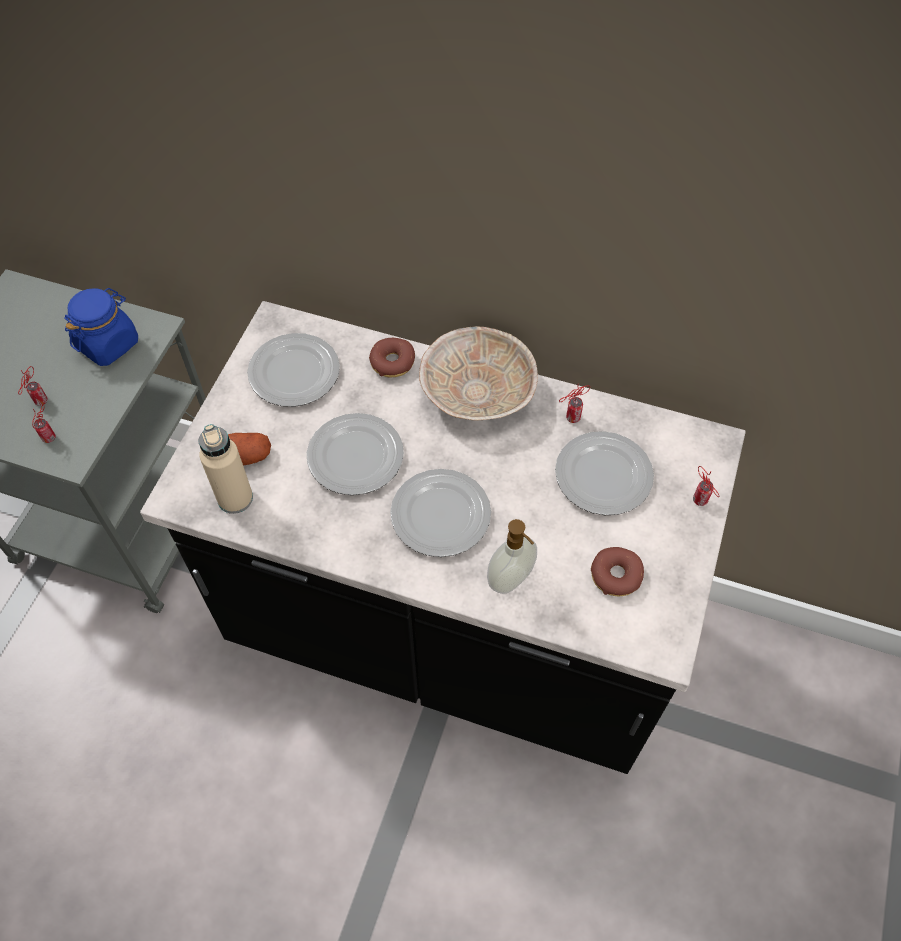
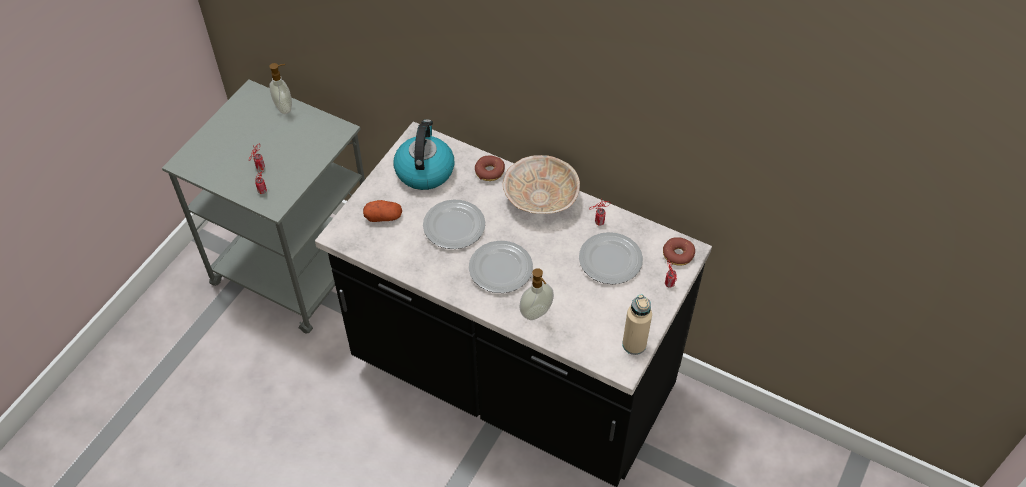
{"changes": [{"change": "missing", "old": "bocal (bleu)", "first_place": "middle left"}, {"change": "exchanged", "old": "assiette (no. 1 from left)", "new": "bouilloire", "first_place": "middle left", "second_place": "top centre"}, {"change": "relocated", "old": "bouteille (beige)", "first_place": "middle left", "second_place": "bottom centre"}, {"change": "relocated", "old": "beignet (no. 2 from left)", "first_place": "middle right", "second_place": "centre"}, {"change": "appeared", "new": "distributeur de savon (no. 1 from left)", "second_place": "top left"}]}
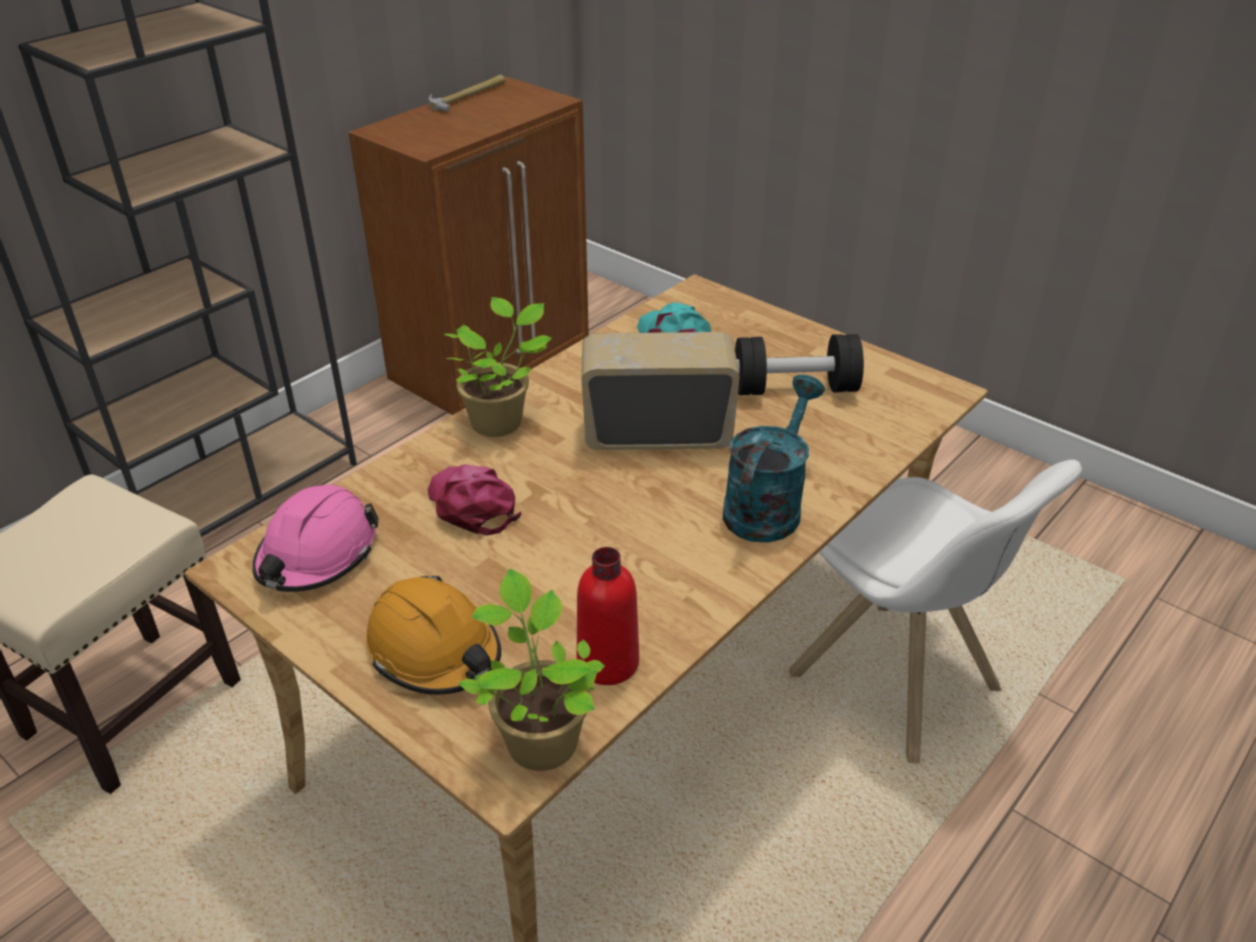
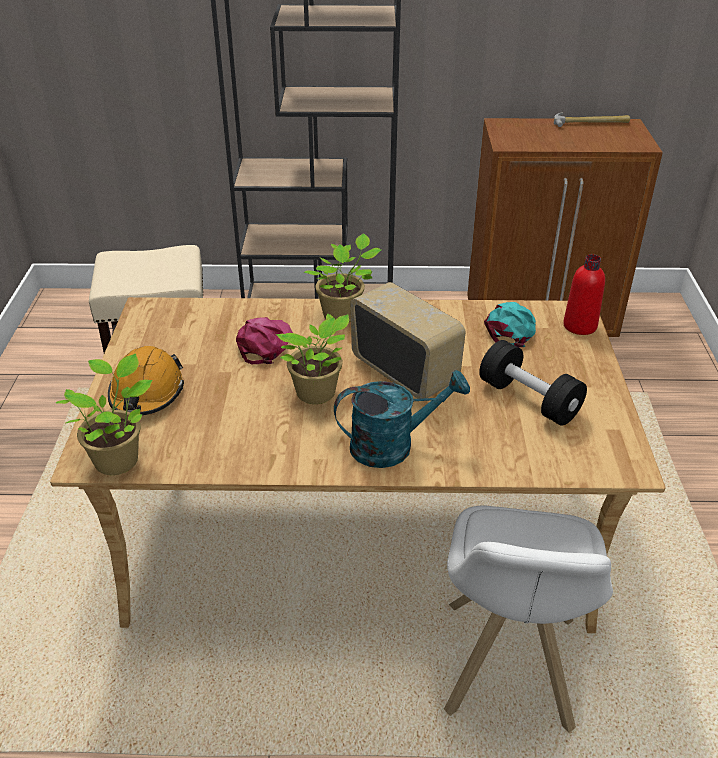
{"changes": [{"change": "missing", "old": "casque de chantier (rose)", "first_place": "middle left"}, {"change": "relocated", "old": "bouteille (rouge)", "first_place": "centre", "second_place": "middle right"}, {"change": "appeared", "new": "plante en pot (no. 2 from left)", "second_place": "centre"}]}
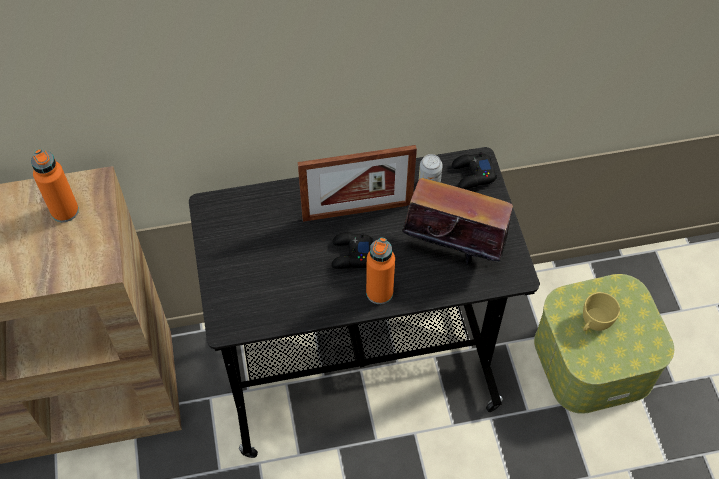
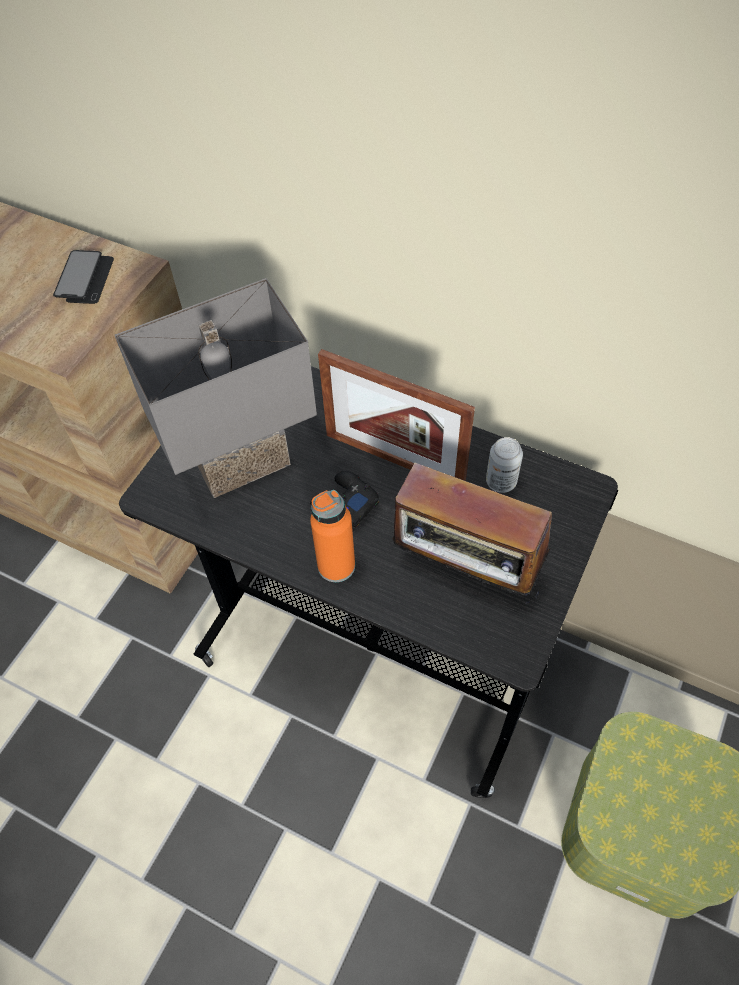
{"changes": [{"change": "exchanged", "old": "bouteille (orange) (no. 1 from left)", "new": "téléphone", "first_place": "middle left", "second_place": "top left"}, {"change": "missing", "old": "manette (noir) (no. 2 from left)", "first_place": "centre"}, {"change": "spun", "old": "radio", "first_place": "centre", "second_place": "centre", "degrees": 150}, {"change": "missing", "old": "tasse (jaune)", "first_place": "middle right"}, {"change": "appeared", "new": "lampe de table (gris)", "second_place": "middle left"}]}
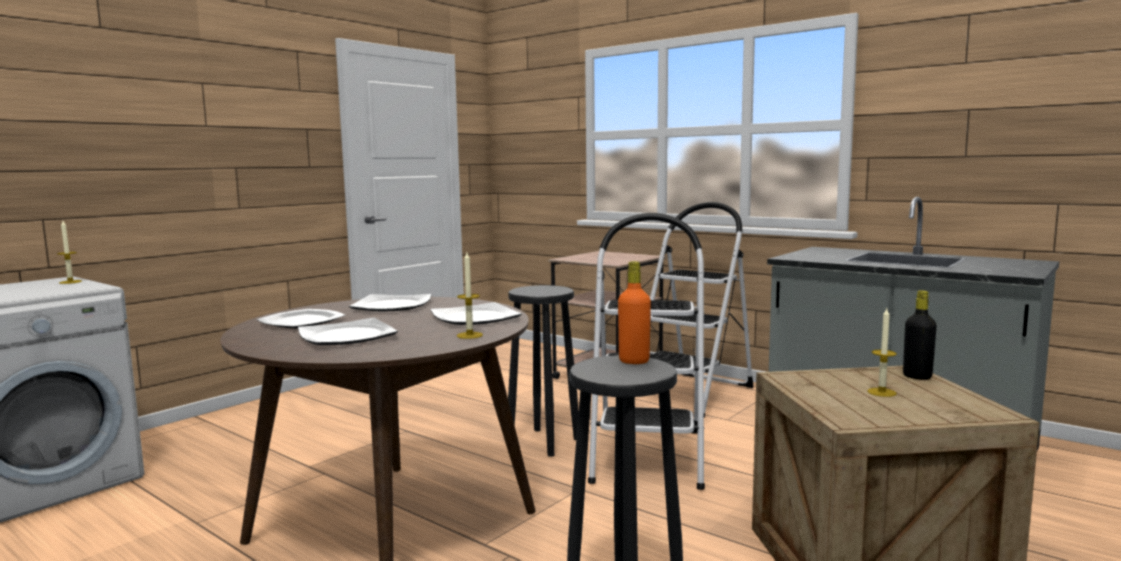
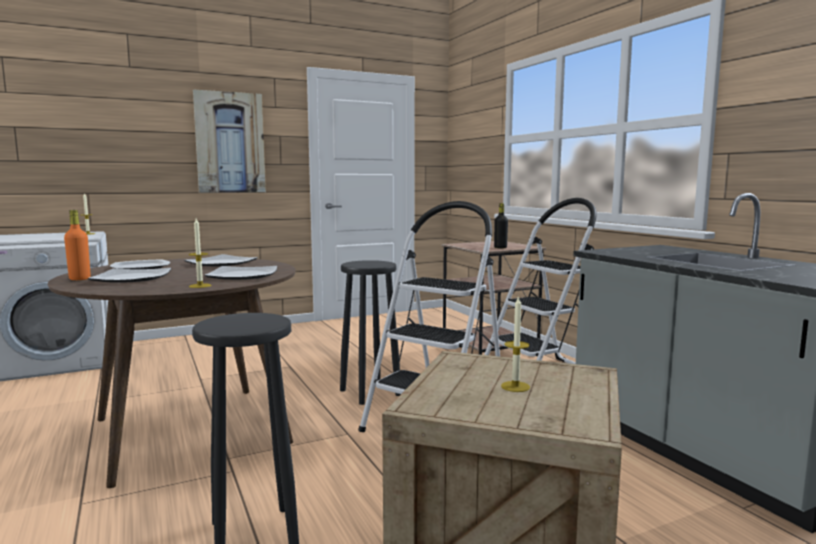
{"changes": [{"change": "relocated", "old": "bouteille (orange)", "first_place": "centre", "second_place": "middle left"}, {"change": "relocated", "old": "bouteille (noir)", "first_place": "middle right", "second_place": "centre"}, {"change": "appeared", "new": "tableau", "second_place": "top left"}]}
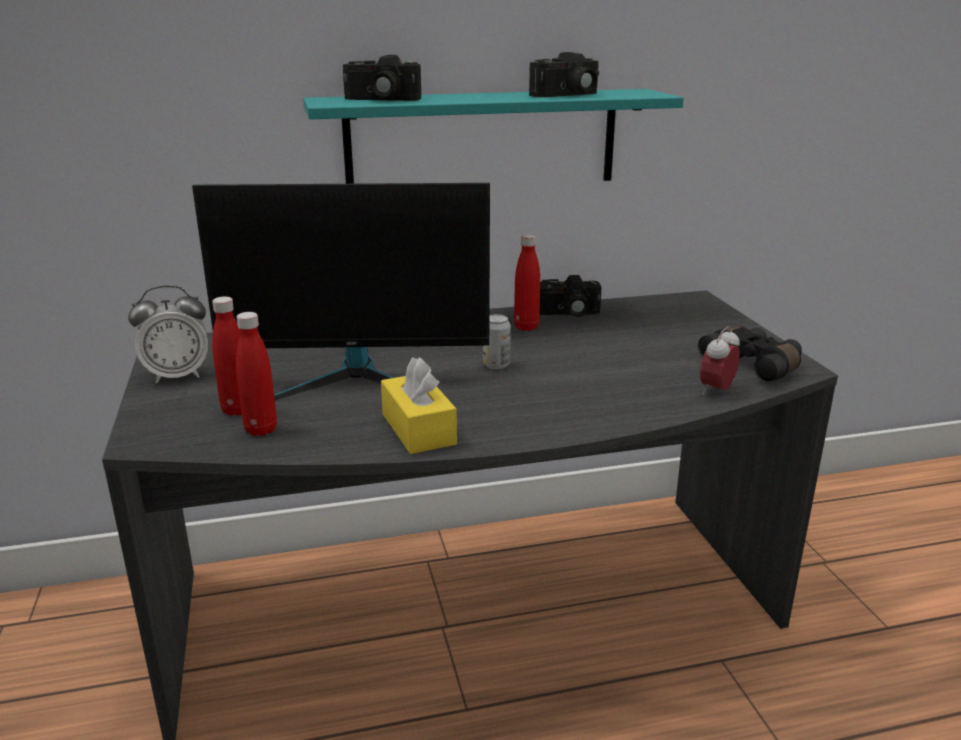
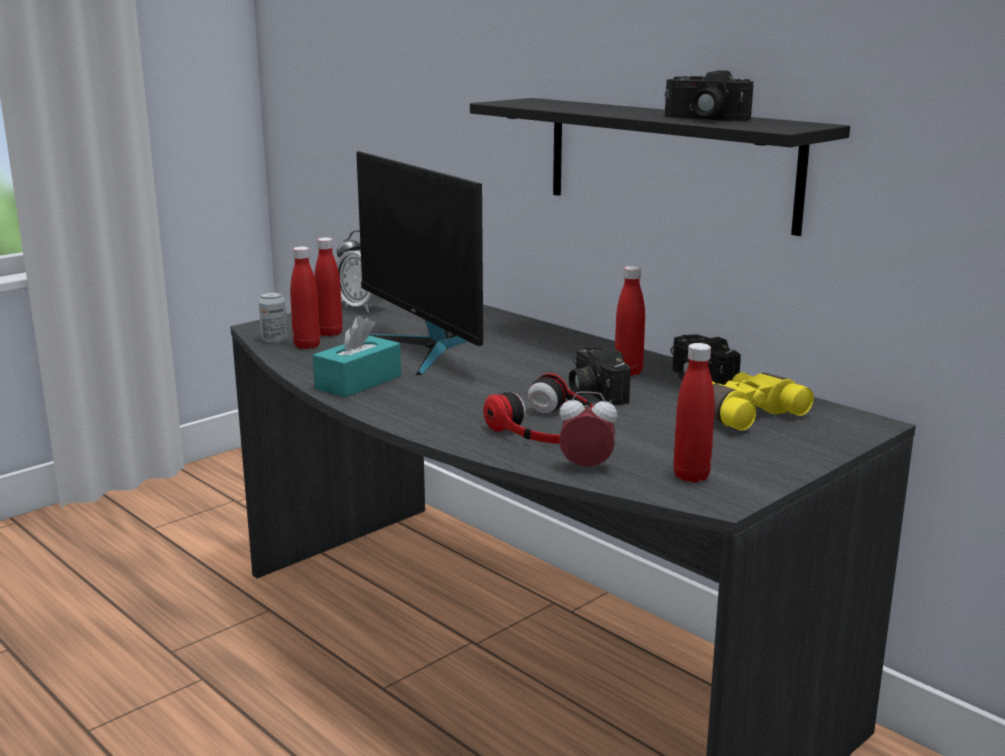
{"changes": [{"change": "relocated", "old": "appareil photo (no. 1 from left)", "first_place": "top centre", "second_place": "centre"}, {"change": "colour", "old": "étagère (turquoise)", "new": "étagère (noir)", "first_place": "top centre", "second_place": "top centre"}, {"change": "relocated", "old": "boîte métallique", "first_place": "centre", "second_place": "middle left"}, {"change": "exchanged", "old": "jumelles (noir)", "new": "bouteille (rouge) (no. 4 from left)", "first_place": "middle right", "second_place": "middle right"}, {"change": "colour", "old": "boîte à mouchoirs (jaune)", "new": "boîte à mouchoirs (turquoise)", "first_place": "centre", "second_place": "centre"}, {"change": "appeared", "new": "jumelles (jaune)", "second_place": "middle right"}, {"change": "appeared", "new": "casque audio", "second_place": "centre"}]}
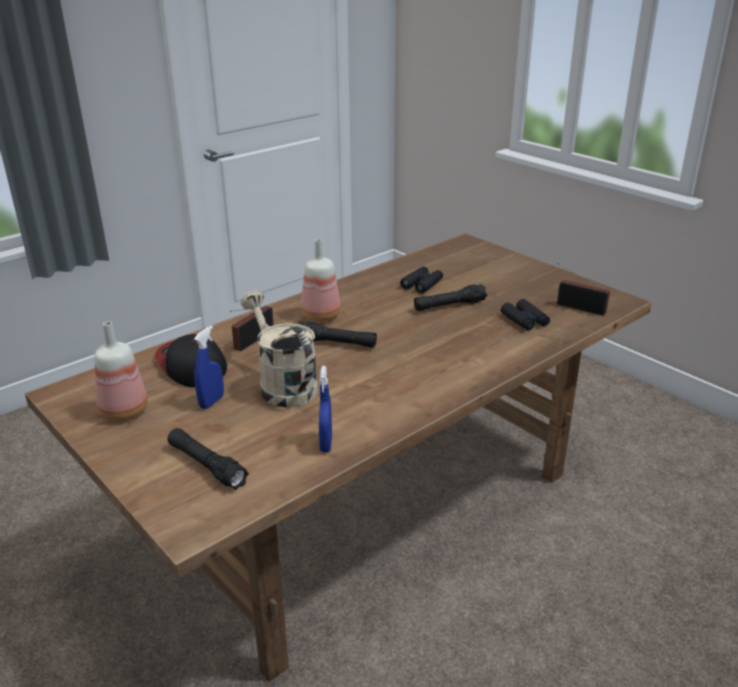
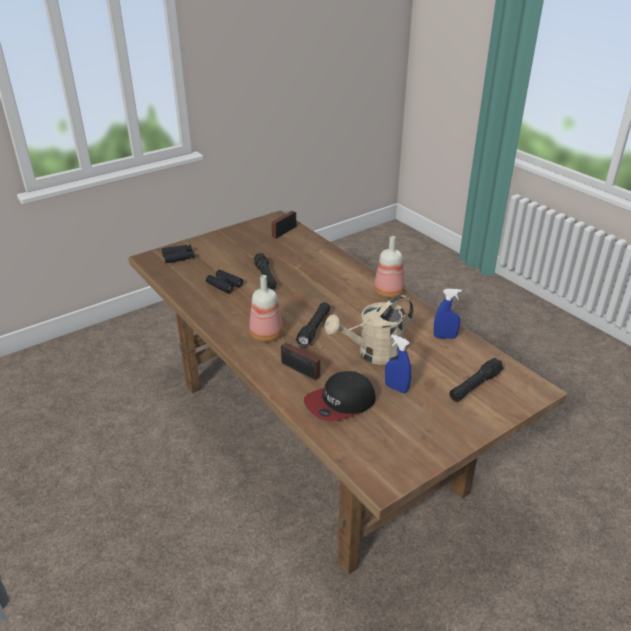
{"changes": [{"change": "relocated", "old": "jumelles (noir) (no. 2 from left in the first image)", "new": "jumelles (noir) (no. 1 from left)", "first_place": "middle right", "second_place": "middle left"}, {"change": "relocated", "old": "bouteille (no. 1 from left in the first image)", "new": "bouteille (no. 2 from left)", "first_place": "middle left", "second_place": "centre"}]}
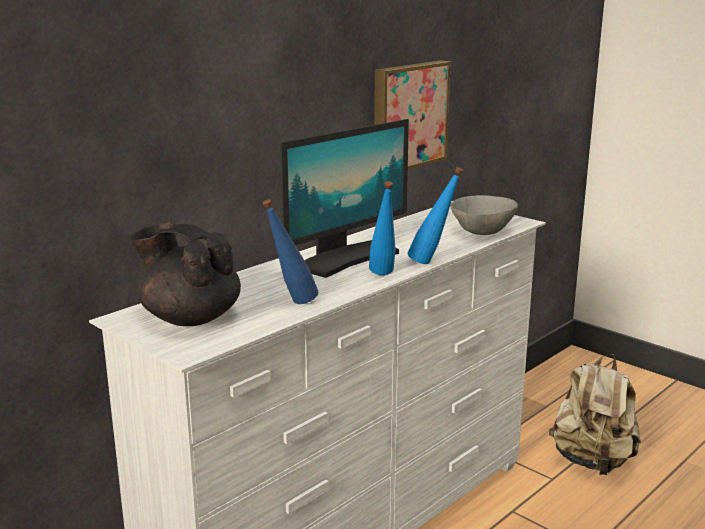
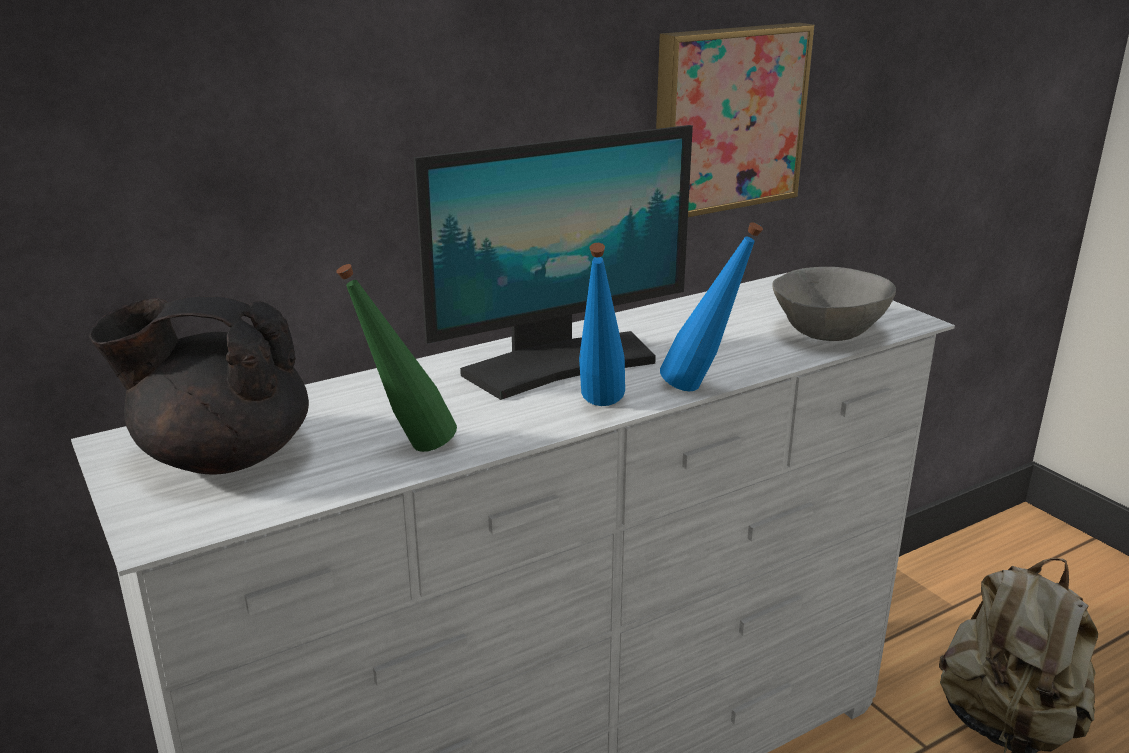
{"changes": [{"change": "colour", "old": "bouteille (bleu) (no. 1 from left)", "new": "bouteille (vert)", "first_place": "centre", "second_place": "centre"}, {"change": "spun", "old": "théière (noir)", "first_place": "middle left", "second_place": "middle left", "degrees": -45}]}
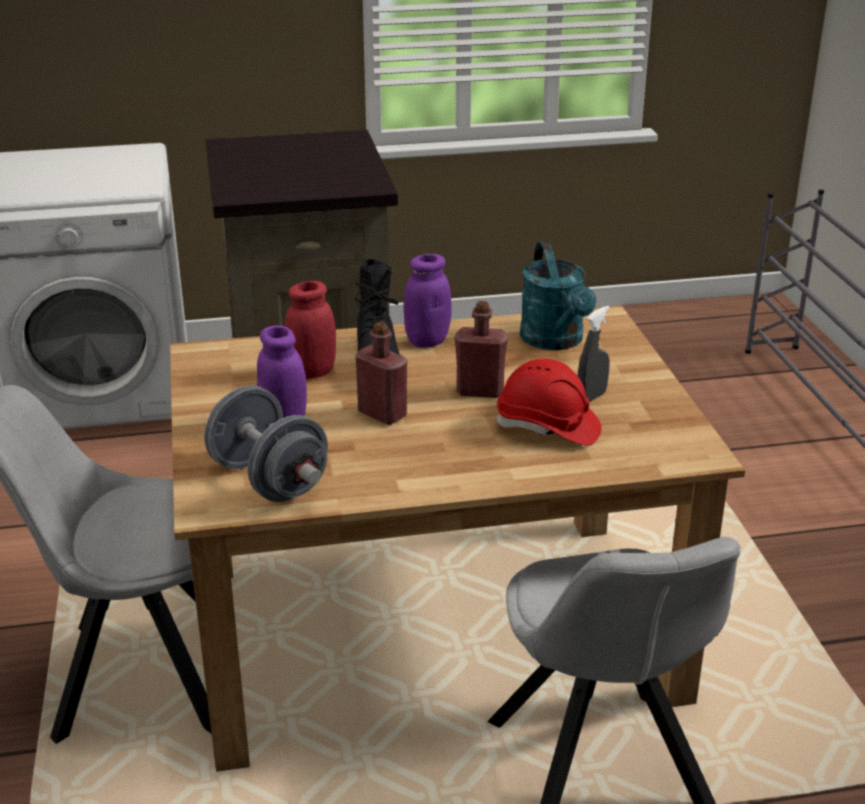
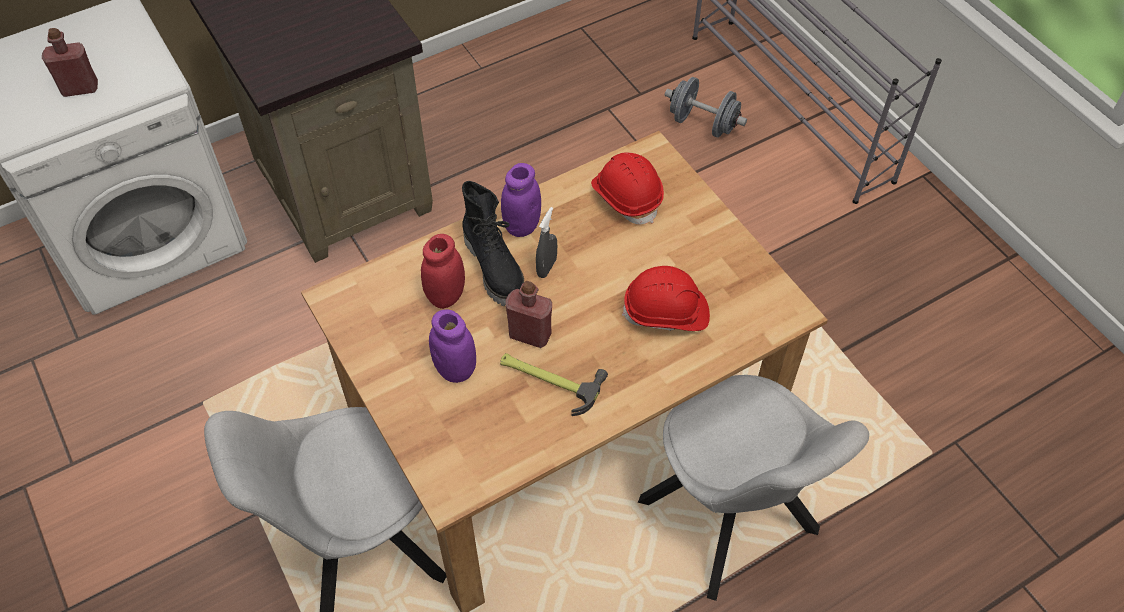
{"changes": [{"change": "exchanged", "old": "arrosoir (turquoise)", "new": "casque de chantier (rouge) (no. 1 from left)", "first_place": "centre", "second_place": "top centre"}, {"change": "relocated", "old": "bouteille (rouge) (no. 2 from left in the first image)", "new": "bouteille (rouge) (no. 1 from left)", "first_place": "centre", "second_place": "top left"}, {"change": "relocated", "old": "vaporisateur (gris)", "first_place": "middle right", "second_place": "centre"}, {"change": "relocated", "old": "haltère (gris)", "first_place": "middle left", "second_place": "top centre"}, {"change": "appeared", "new": "marteau", "second_place": "centre"}]}
